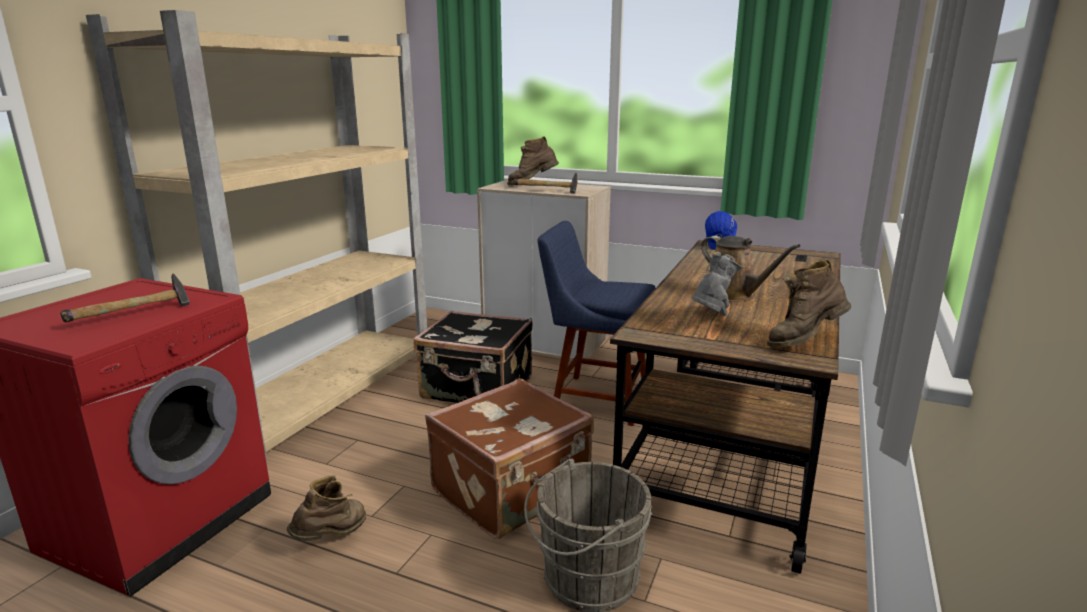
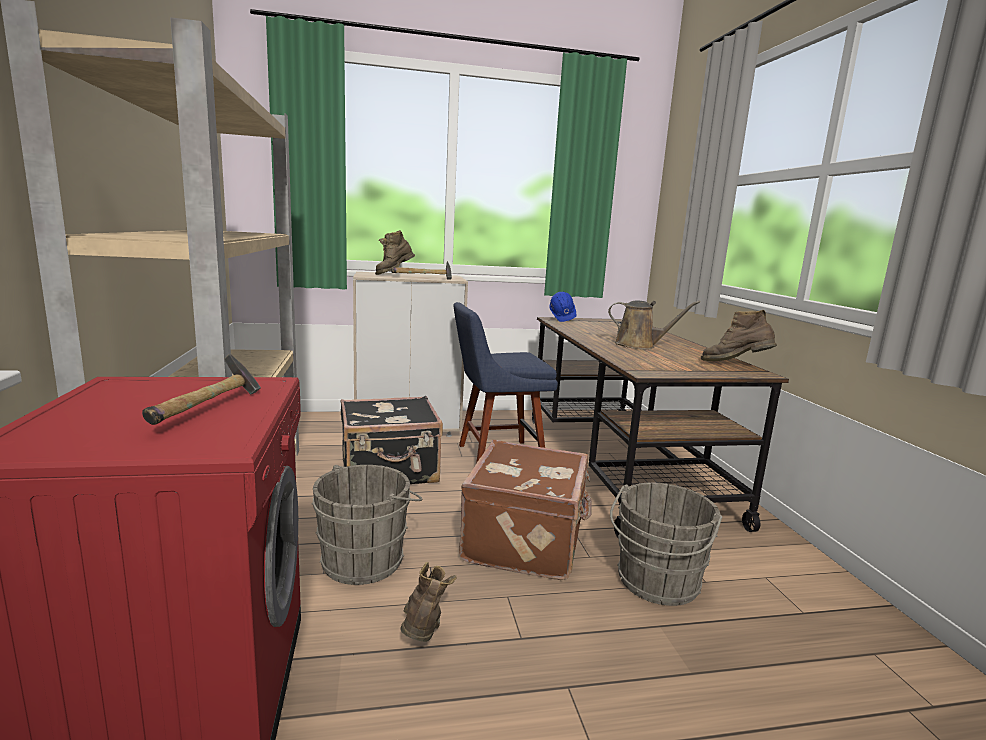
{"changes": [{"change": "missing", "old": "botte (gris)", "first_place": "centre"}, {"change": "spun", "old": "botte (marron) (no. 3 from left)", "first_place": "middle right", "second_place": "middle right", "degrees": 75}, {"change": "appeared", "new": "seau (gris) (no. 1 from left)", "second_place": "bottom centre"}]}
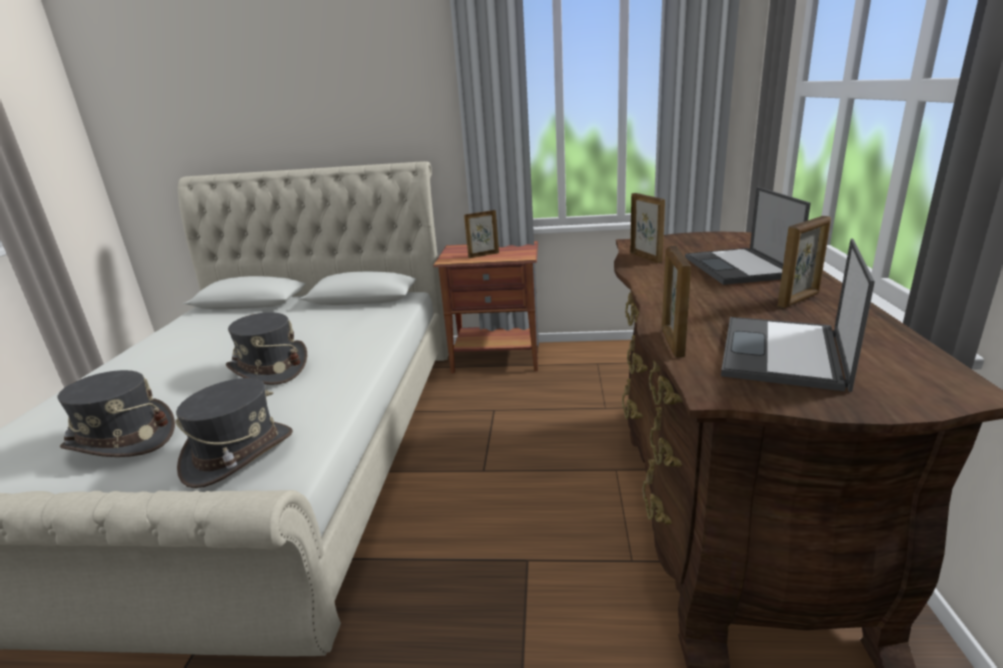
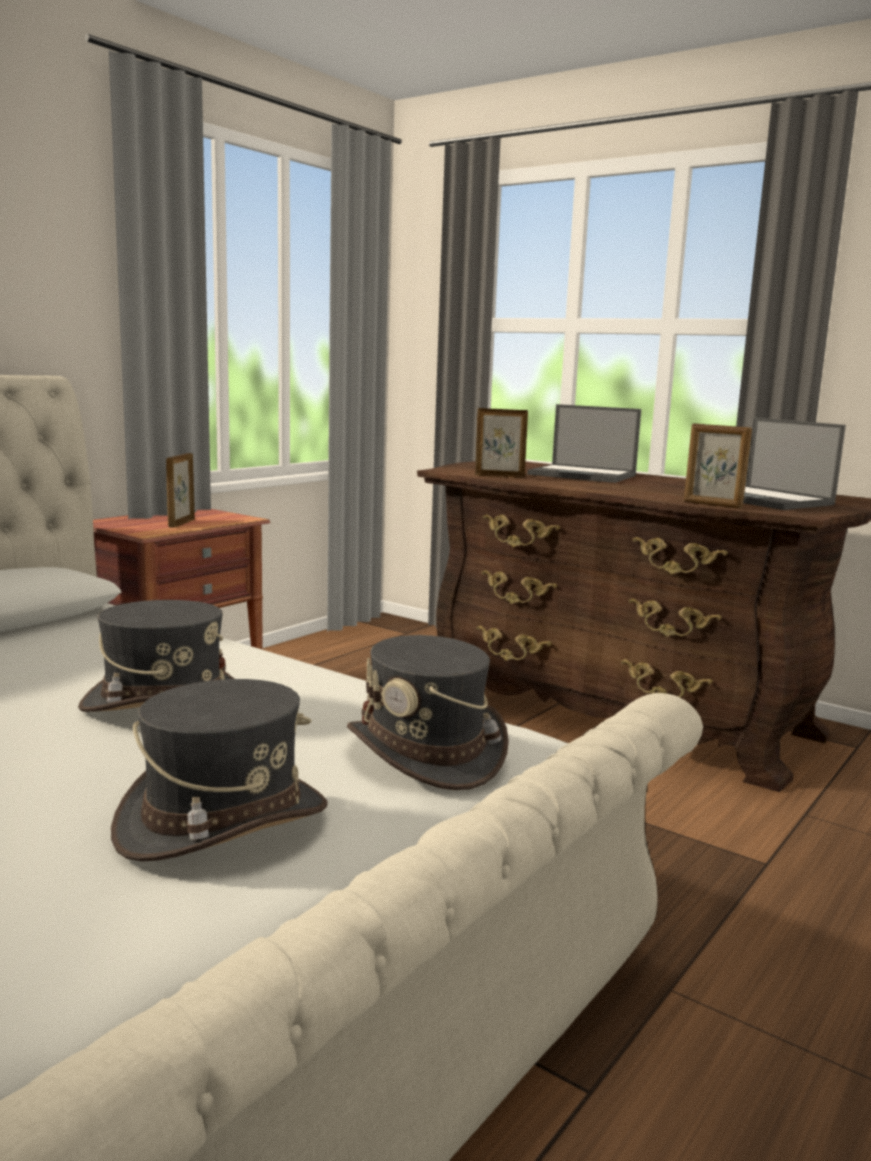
{"changes": [{"change": "missing", "old": "cadre photo (no. 4 from left)", "first_place": "middle right"}]}
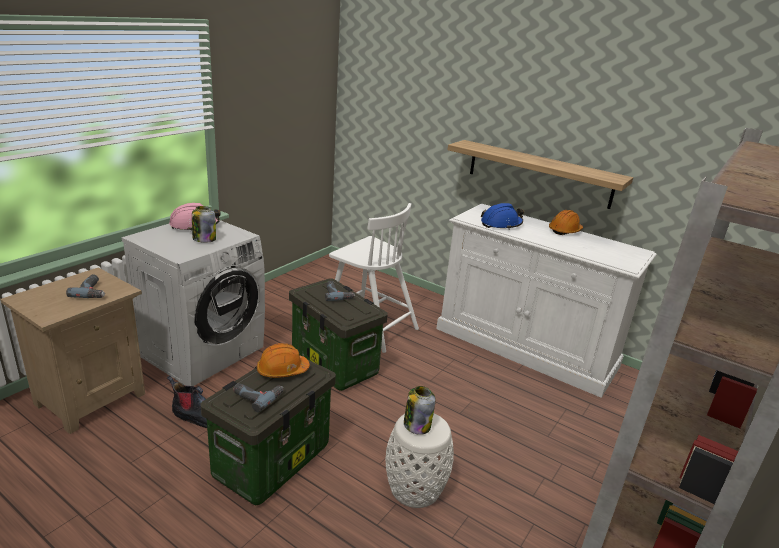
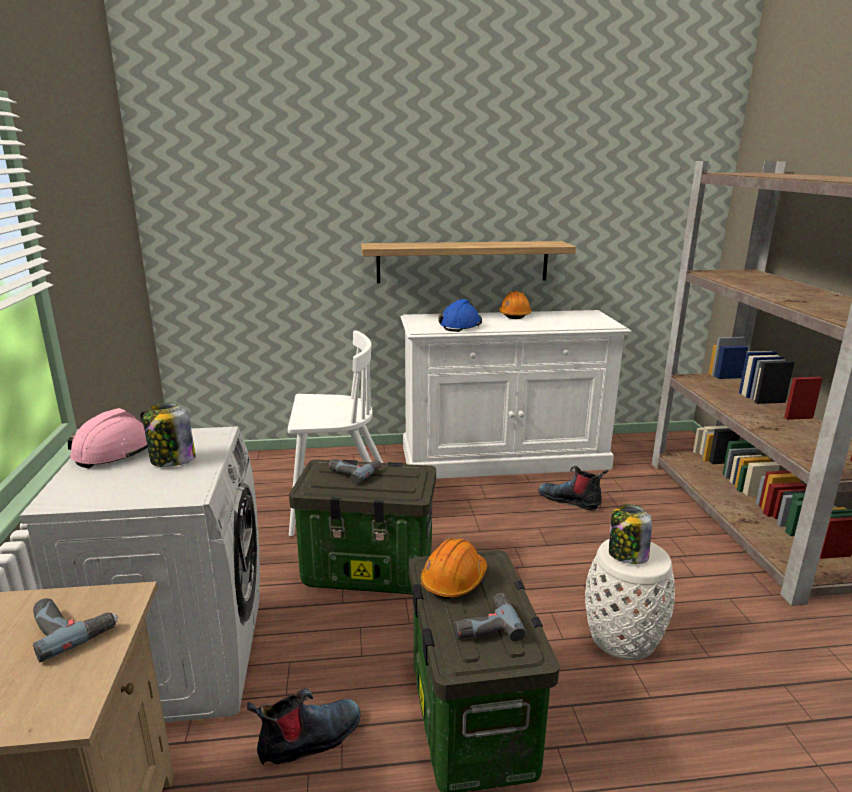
{"changes": [{"change": "appeared", "new": "botte (no. 2 from left)", "second_place": "middle right"}]}
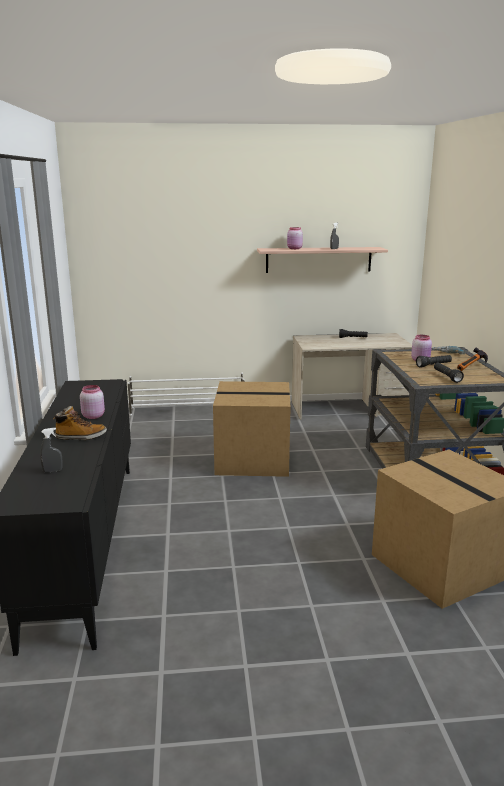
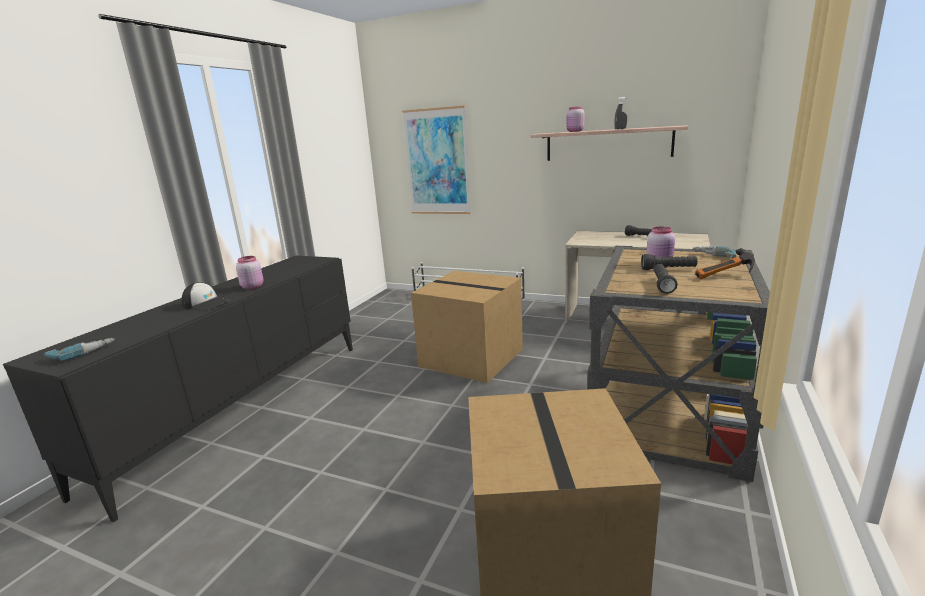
{"changes": [{"change": "exchanged", "old": "botte", "new": "casquette", "first_place": "middle left", "second_place": "middle left"}, {"change": "missing", "old": "vaporisateur (gris) (no. 1 from left)", "first_place": "middle left"}, {"change": "appeared", "new": "tableau", "second_place": "top centre"}, {"change": "appeared", "new": "perceuse (no. 1 from left)", "second_place": "middle left"}]}
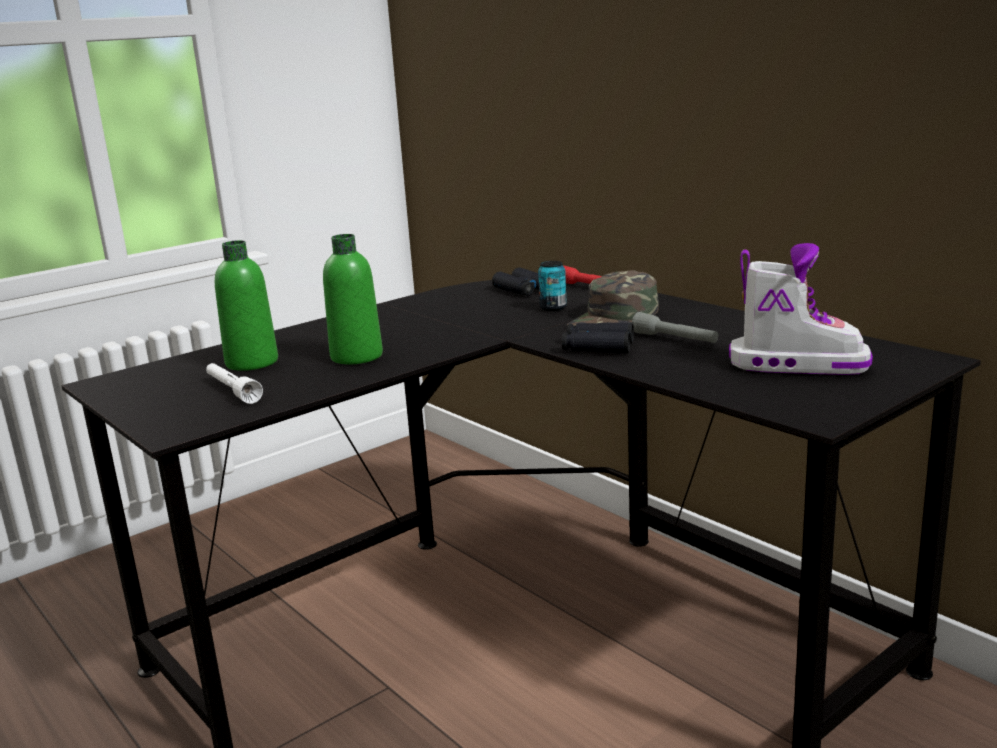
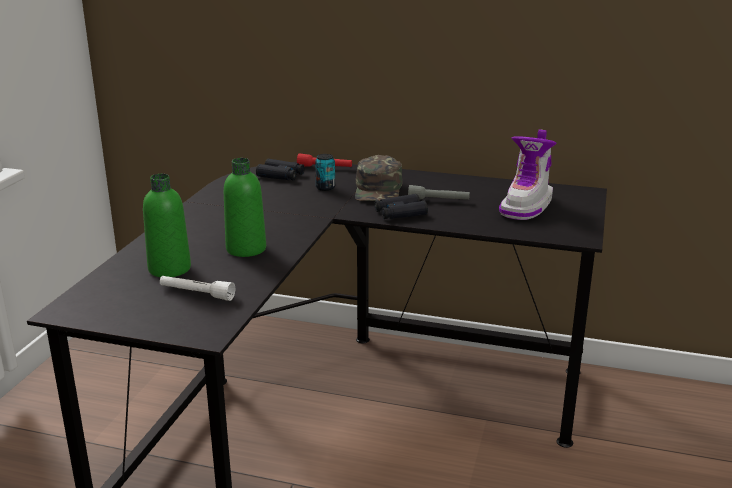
{"changes": [{"change": "spun", "old": "botte", "first_place": "middle right", "second_place": "middle right", "degrees": 135}]}
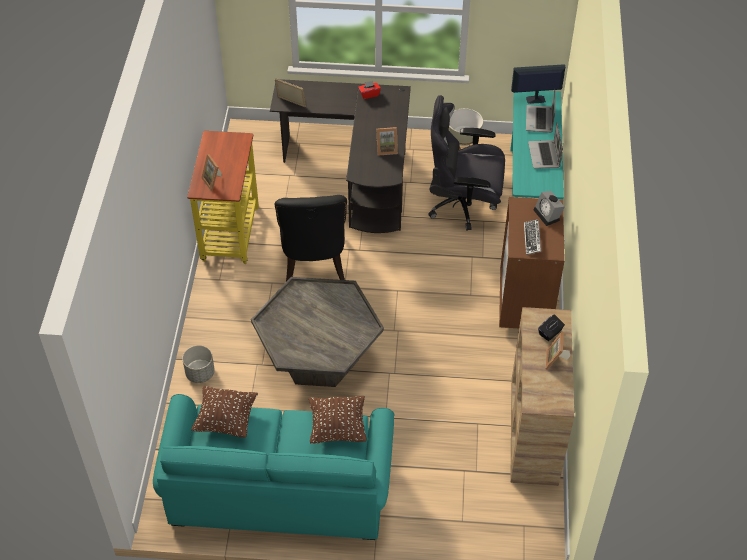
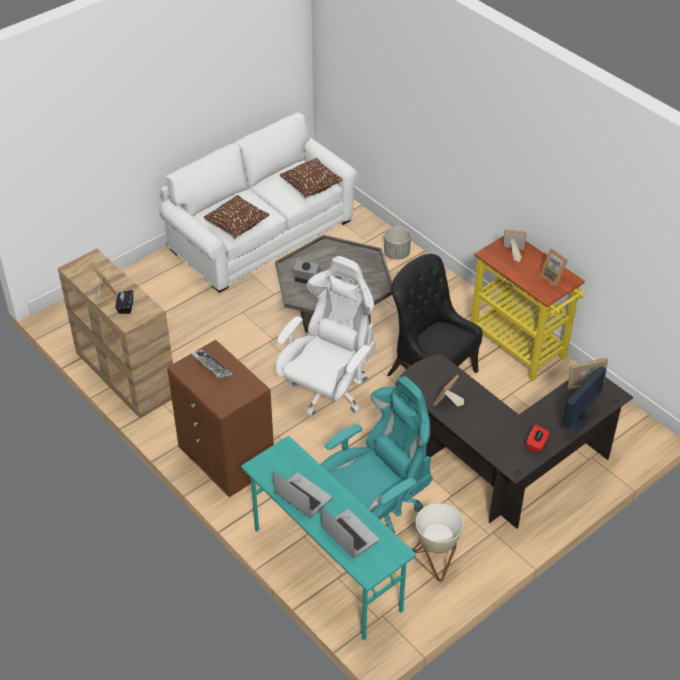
{"changes": [{"change": "relocated", "old": "écran d'ordinateur", "first_place": "top right", "second_place": "middle right"}, {"change": "colour", "old": "chaise de bureau (noir)", "new": "chaise de bureau (turquoise)", "first_place": "top centre", "second_place": "bottom centre"}, {"change": "relocated", "old": "réveil", "first_place": "middle right", "second_place": "centre"}, {"change": "colour", "old": "canapé (turquoise)", "new": "canapé (blanc)", "first_place": "bottom centre", "second_place": "top centre"}, {"change": "appeared", "new": "cadre photo (no. 4 from left)", "second_place": "middle right"}, {"change": "appeared", "new": "chaise de bureau (blanc)", "second_place": "centre"}]}
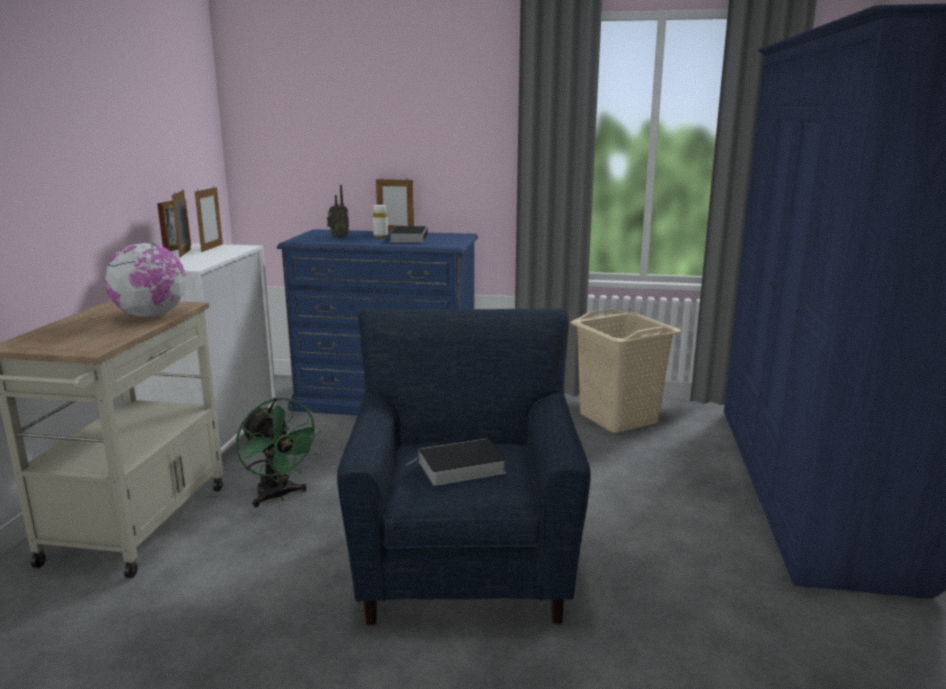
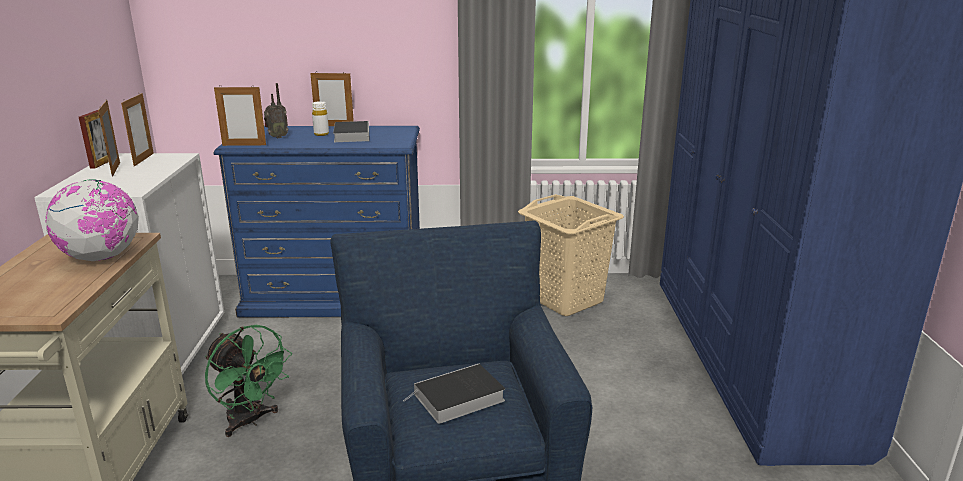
{"changes": [{"change": "appeared", "new": "cadre photo (no. 4 from left)", "second_place": "top left"}]}
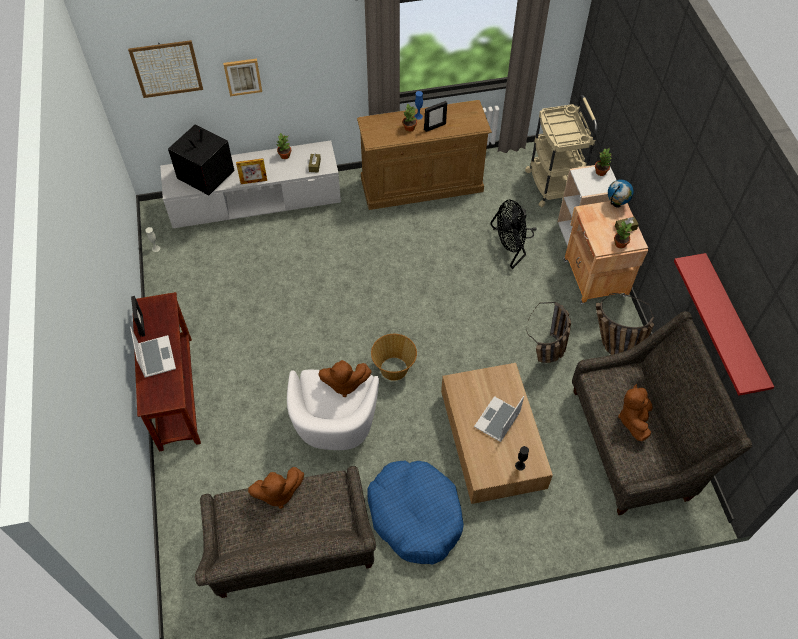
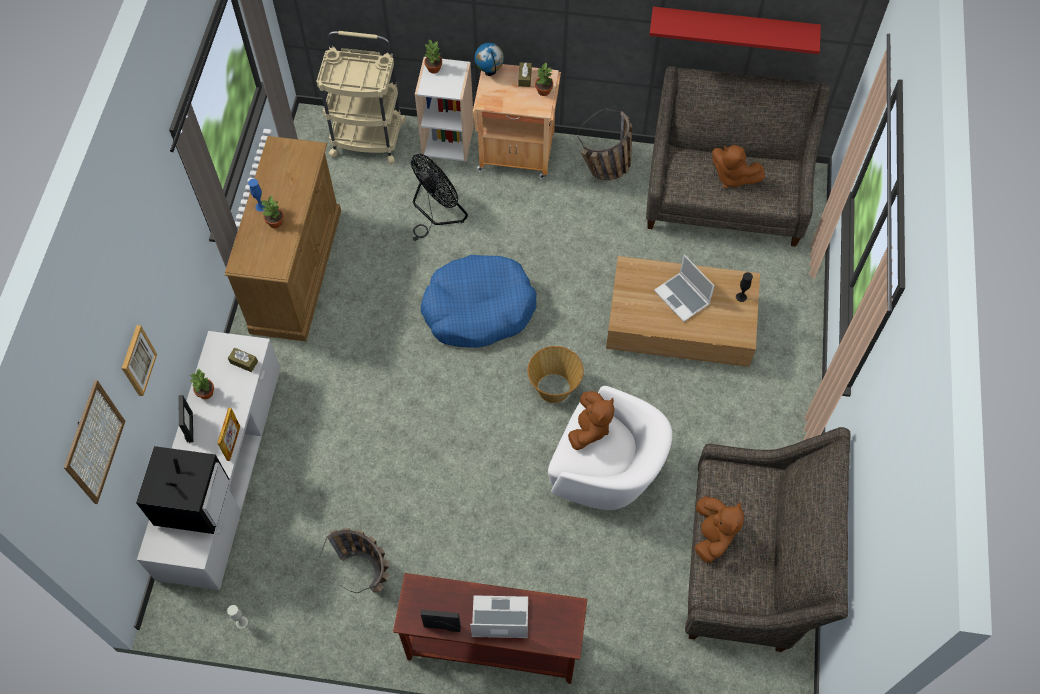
{"changes": [{"change": "relocated", "old": "cadre photo (no. 3 from left in the first image)", "new": "cadre photo (no. 1 from left)", "first_place": "top centre", "second_place": "middle left"}, {"change": "spun", "old": "téléviseur", "first_place": "top left", "second_place": "bottom left", "degrees": -135}, {"change": "spun", "old": "ventilateur (noir)", "first_place": "centre", "second_place": "top centre", "degrees": -135}, {"change": "relocated", "old": "panier (no. 2 from left in the first image)", "new": "panier (no. 1 from left)", "first_place": "middle right", "second_place": "bottom centre"}, {"change": "relocated", "old": "panier pour chien (bleu)", "first_place": "bottom centre", "second_place": "centre"}]}
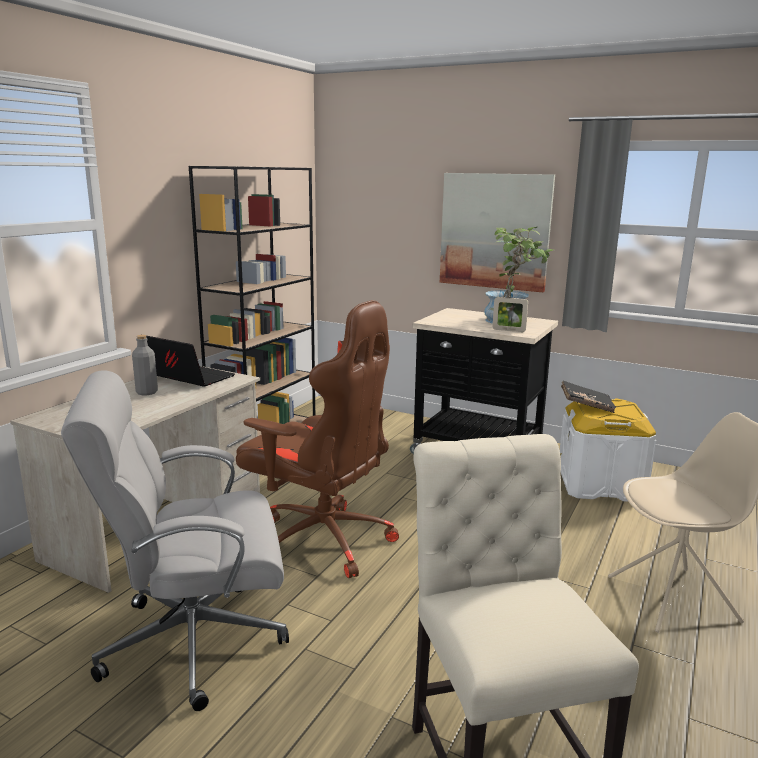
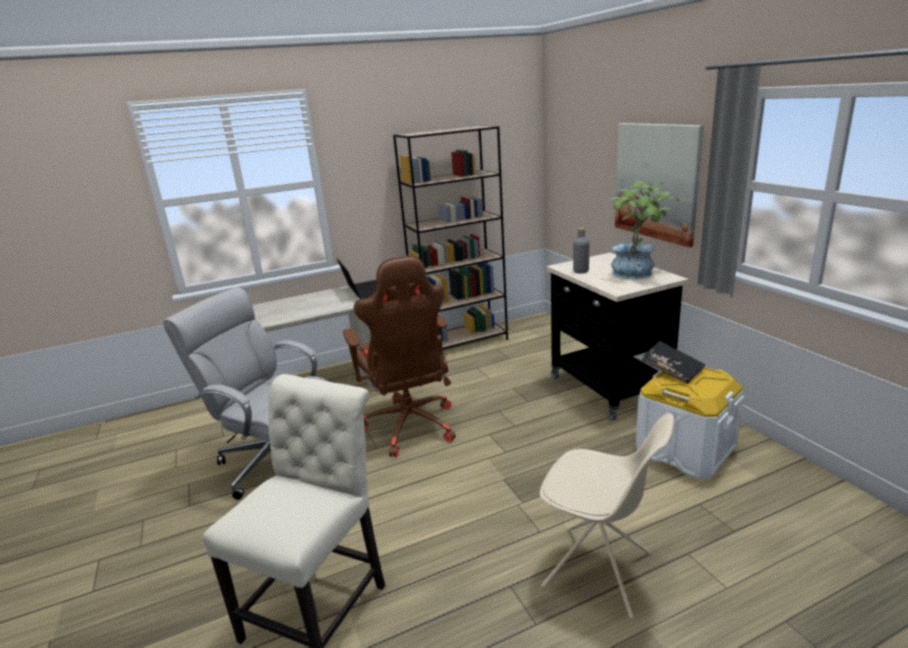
{"changes": [{"change": "missing", "old": "cadre photo", "first_place": "middle right"}, {"change": "relocated", "old": "bouteille (gris)", "first_place": "middle left", "second_place": "centre"}]}
